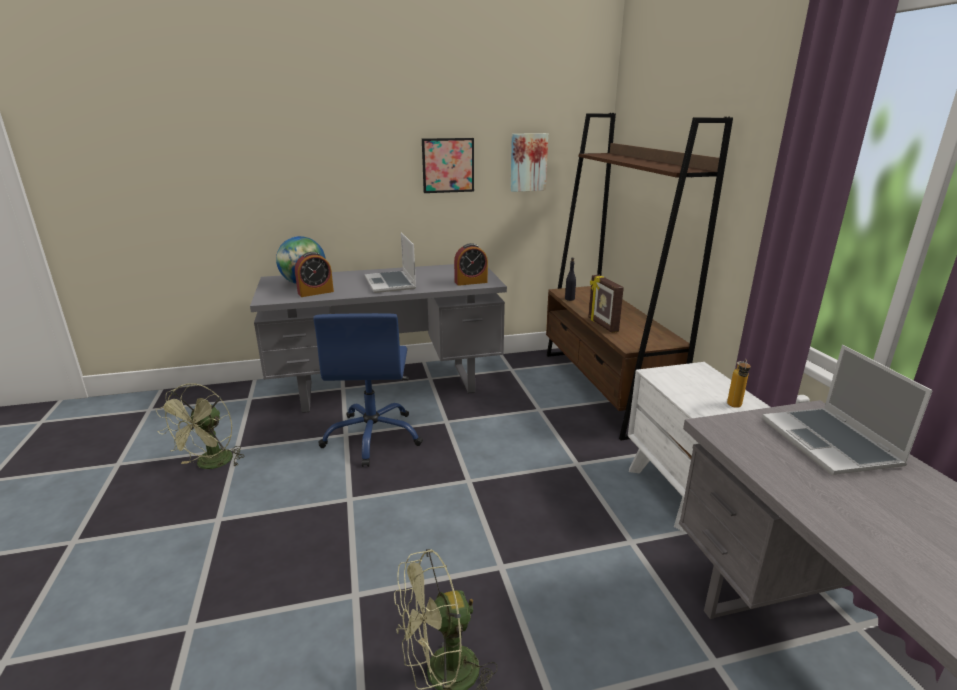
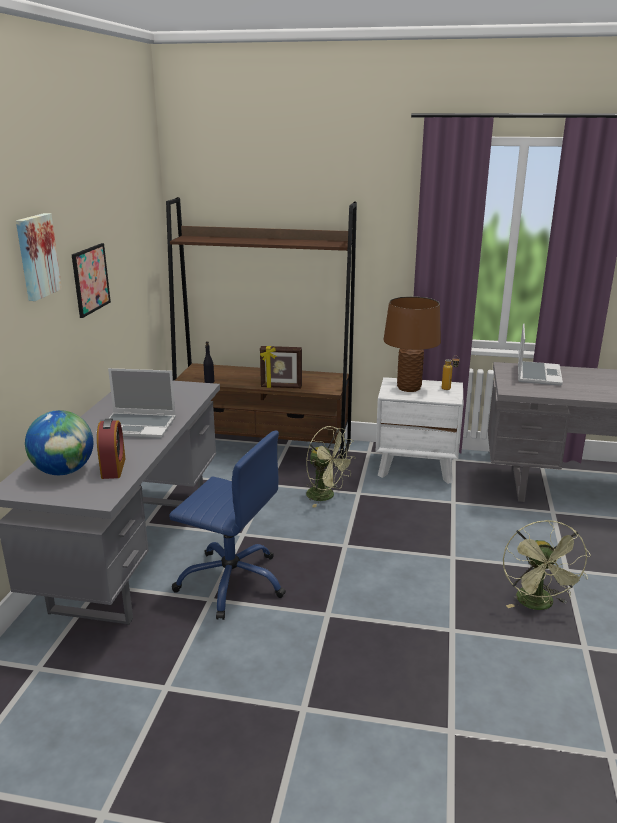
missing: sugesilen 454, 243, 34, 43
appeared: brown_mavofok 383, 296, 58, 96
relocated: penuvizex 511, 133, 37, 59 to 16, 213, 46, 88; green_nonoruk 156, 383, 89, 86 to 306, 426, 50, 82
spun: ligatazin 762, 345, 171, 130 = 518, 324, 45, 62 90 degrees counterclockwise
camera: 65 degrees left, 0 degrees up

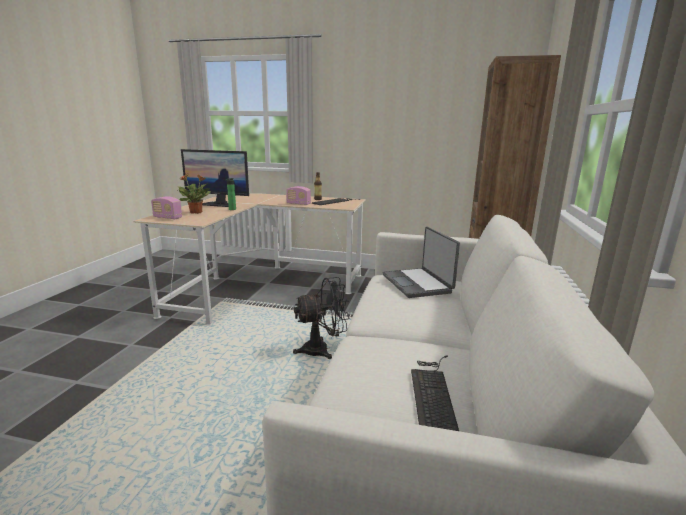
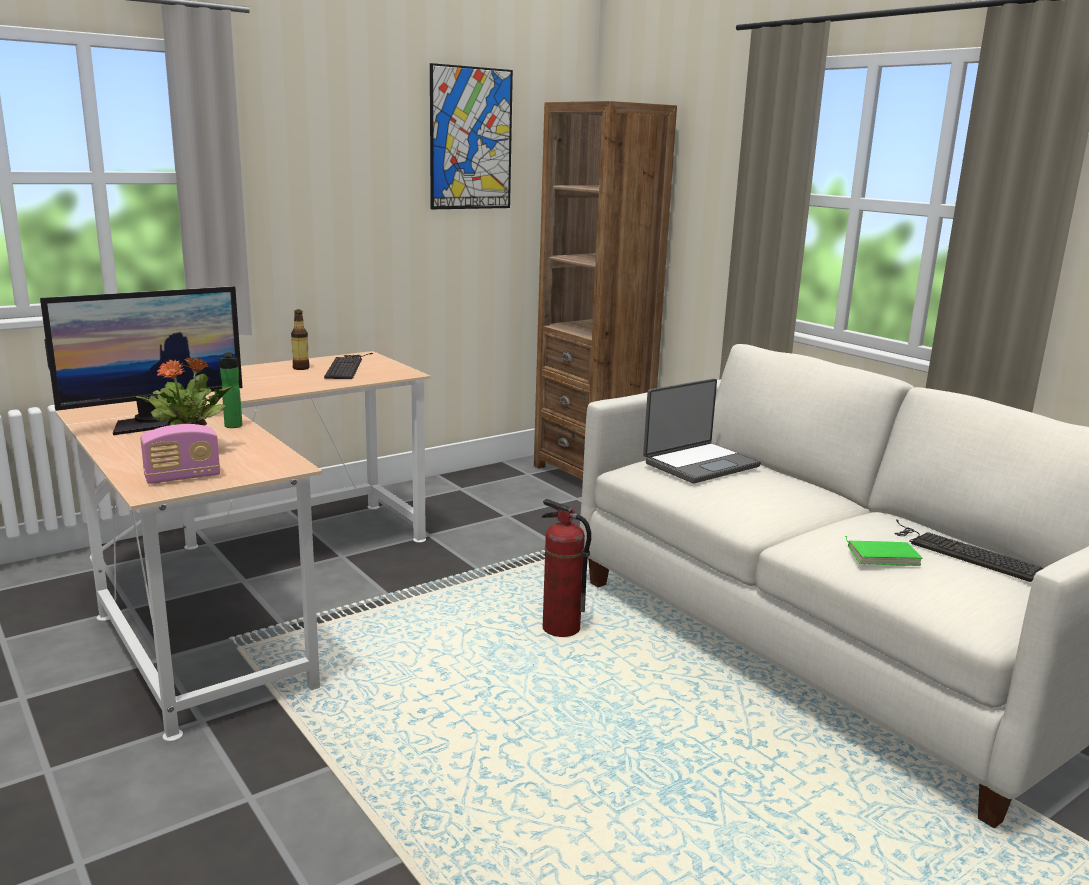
missing: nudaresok 286, 186, 25, 19
appeared: penuvizex 430, 63, 83, 146; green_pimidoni 846, 536, 77, 30
exchanged: black_nonoruk 293, 277, 56, 82 to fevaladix 541, 499, 50, 138
spun: ligatazin 383, 227, 77, 71 = 643, 378, 118, 105 60 degrees counterclockwise
camera: 50 degrees left, 0 degrees up

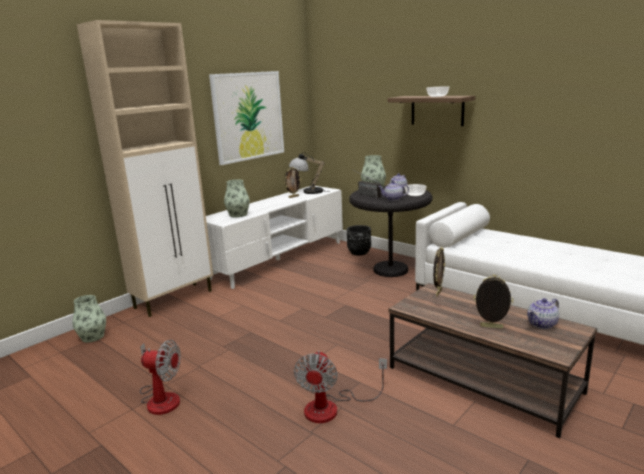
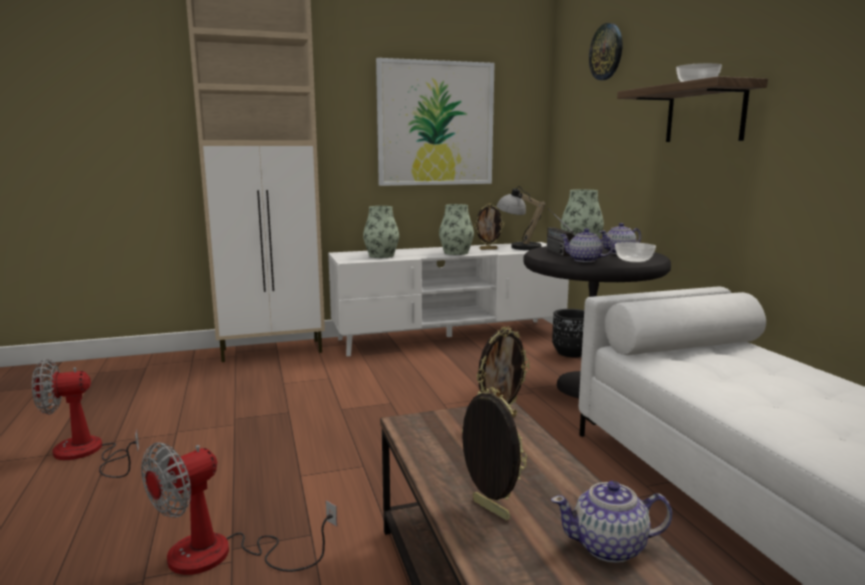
appeared: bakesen 589, 23, 33, 57
relocated: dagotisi 72, 295, 34, 47 to 439, 204, 35, 51
spun: nonoruk 140, 339, 41, 76 = 32, 359, 107, 119 120 degrees clockwise
camera: 30 degrees right, 5 degrees down

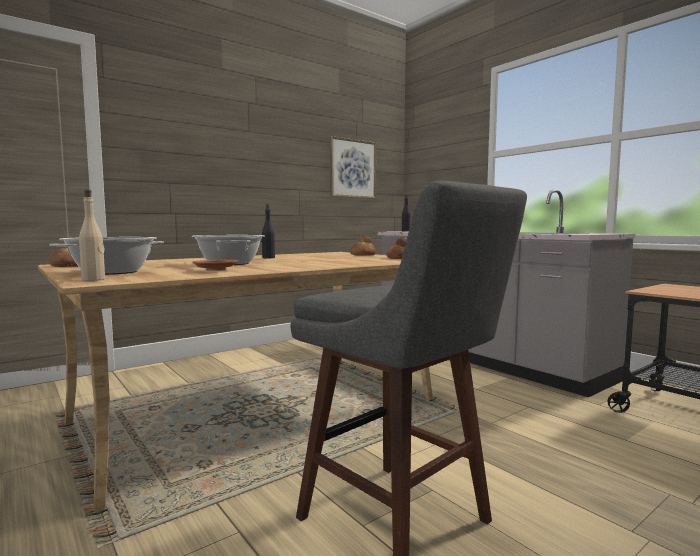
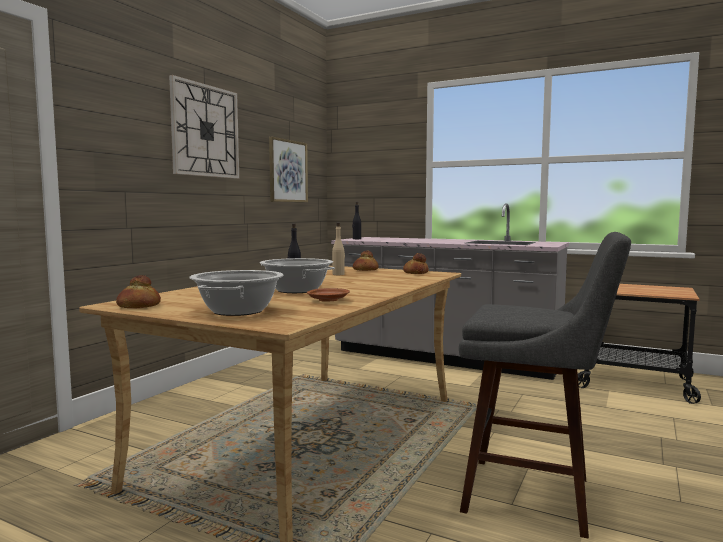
appeared: bakesen 169, 75, 70, 104
relocated: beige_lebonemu 79, 189, 26, 92 to 332, 222, 13, 53
camera: 25 degrees left, 0 degrees up

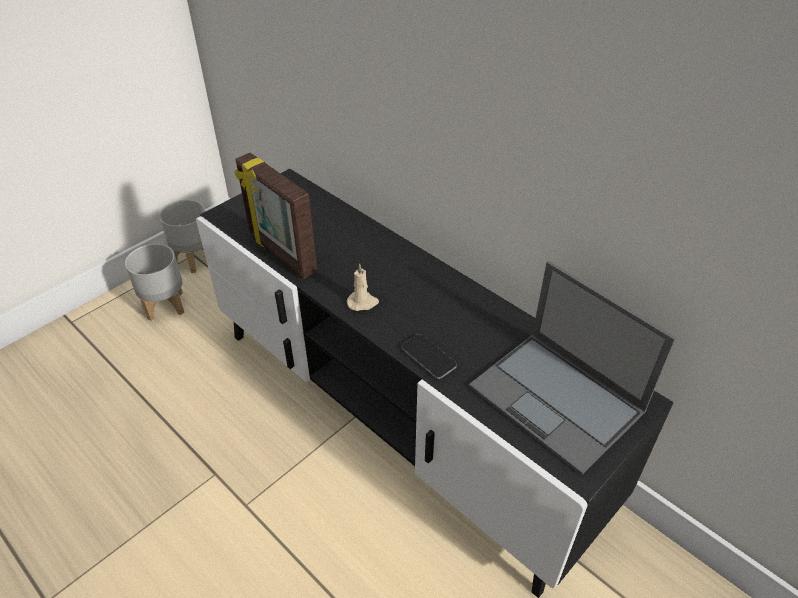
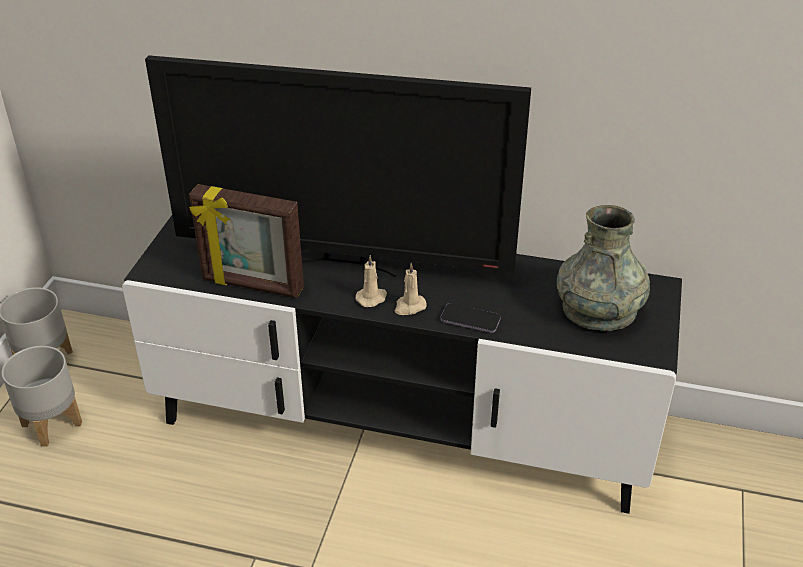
appeared: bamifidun 145, 55, 386, 222; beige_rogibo 395, 263, 32, 52
exchanged: ligatazin 469, 261, 207, 215 to grey_dagotisi 557, 205, 93, 126
camera: 30 degrees left, 5 degrees down

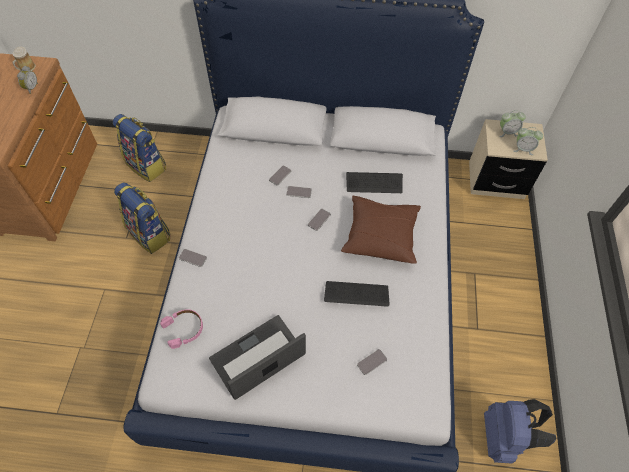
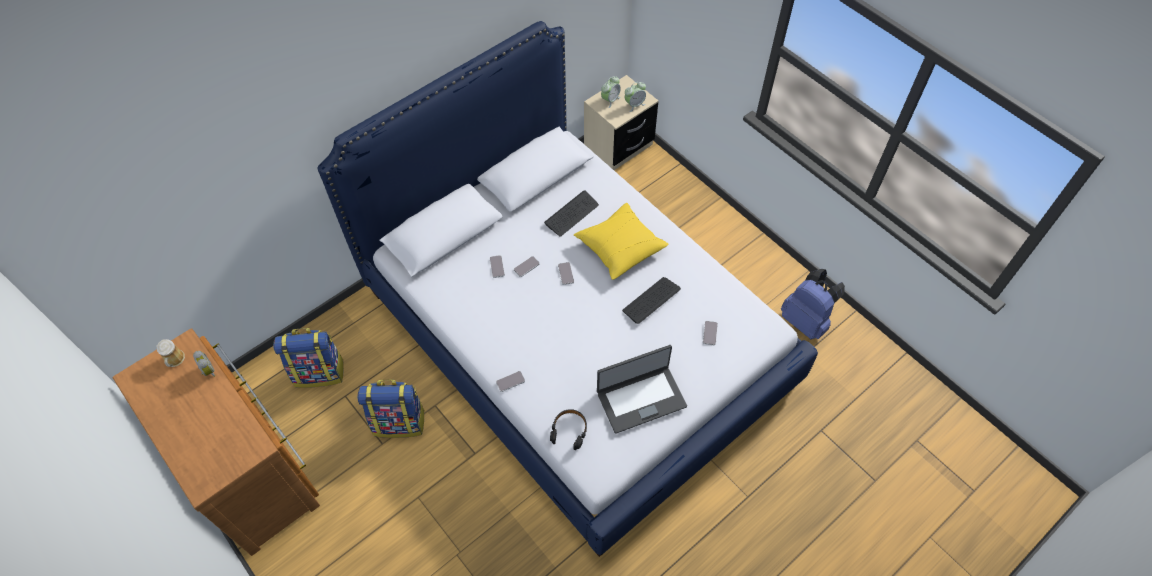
colour: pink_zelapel 160, 309, 43, 40 to black_zelapel 550, 409, 37, 41; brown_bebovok 341, 196, 80, 68 to yellow_bebovok 574, 203, 95, 77
spun: ligatazin 209, 315, 97, 85 = 597, 345, 90, 89 120 degrees counterclockwise
camera: 45 degrees left, 0 degrees up

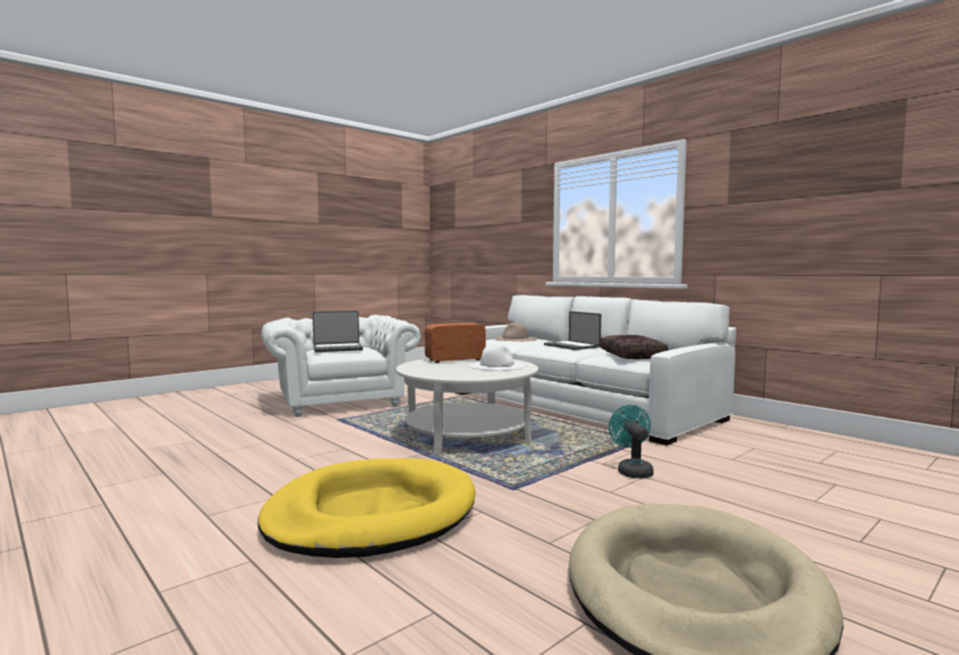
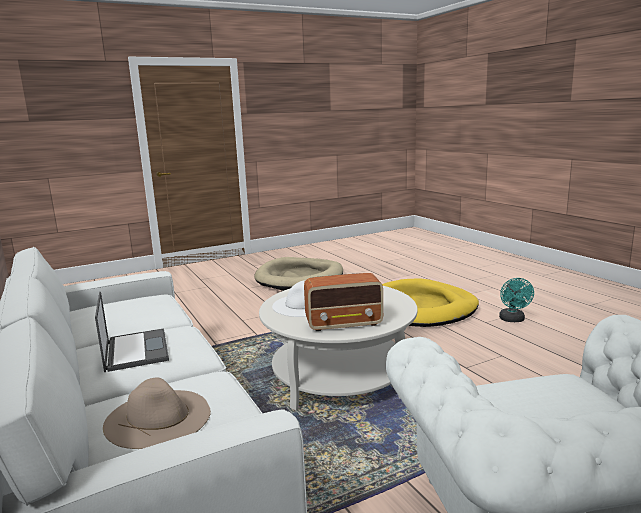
missing: ligatazin 313, 311, 50, 41; brown_bebovok 600, 335, 68, 24
relocated: turquoise_nonoruk 609, 405, 45, 73 to 499, 278, 35, 44
camera: 165 degrees left, 10 degrees up

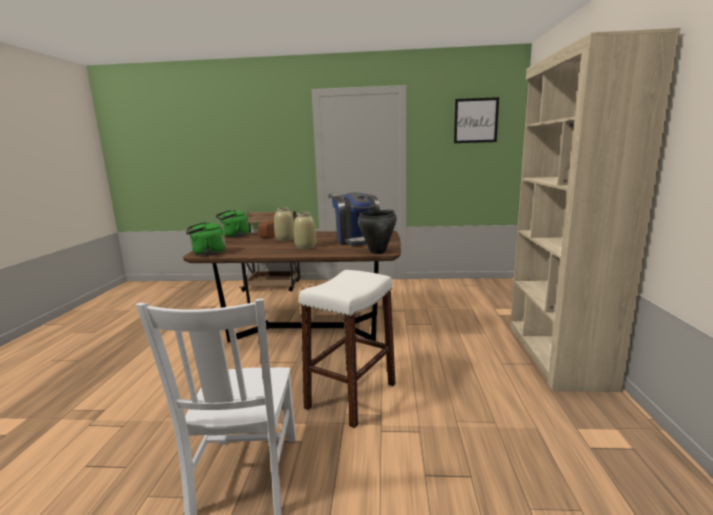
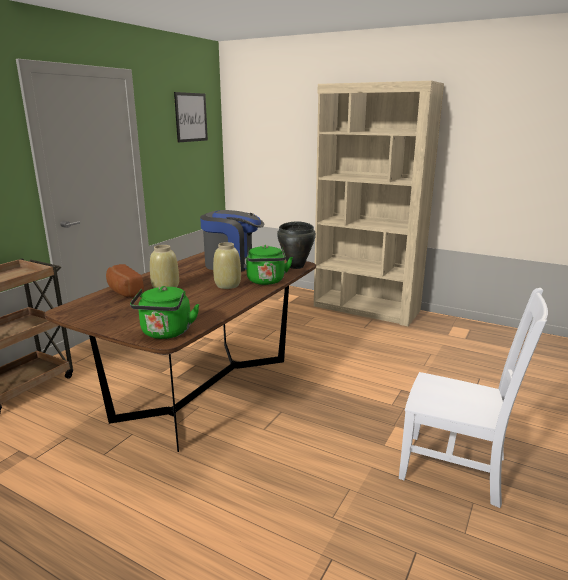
missing: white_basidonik 299, 270, 97, 158
relocated: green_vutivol 216, 210, 33, 28 to 246, 245, 47, 40
camera: 65 degrees left, 5 degrees up

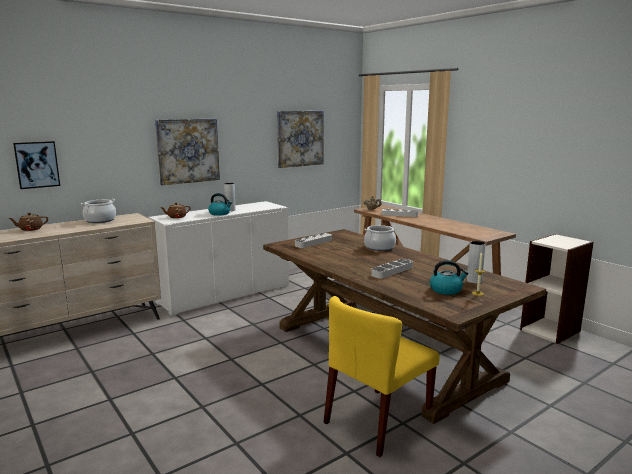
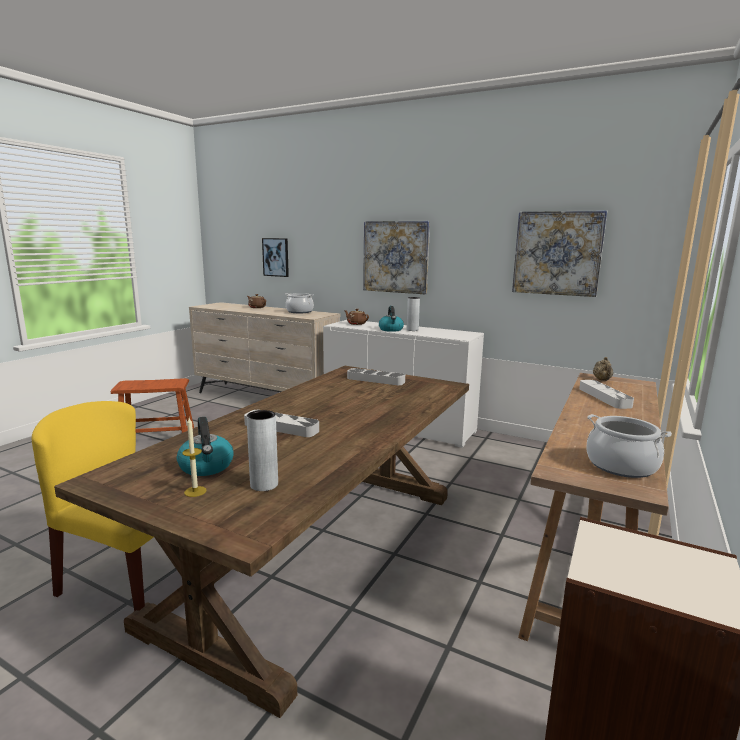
appeared: brown_basidonik 111, 378, 83, 55
relocated: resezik 364, 225, 32, 26 to 586, 414, 86, 64
camera: 65 degrees right, 0 degrees up

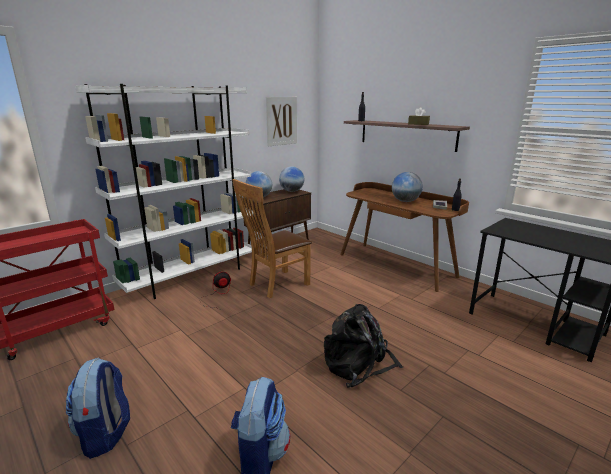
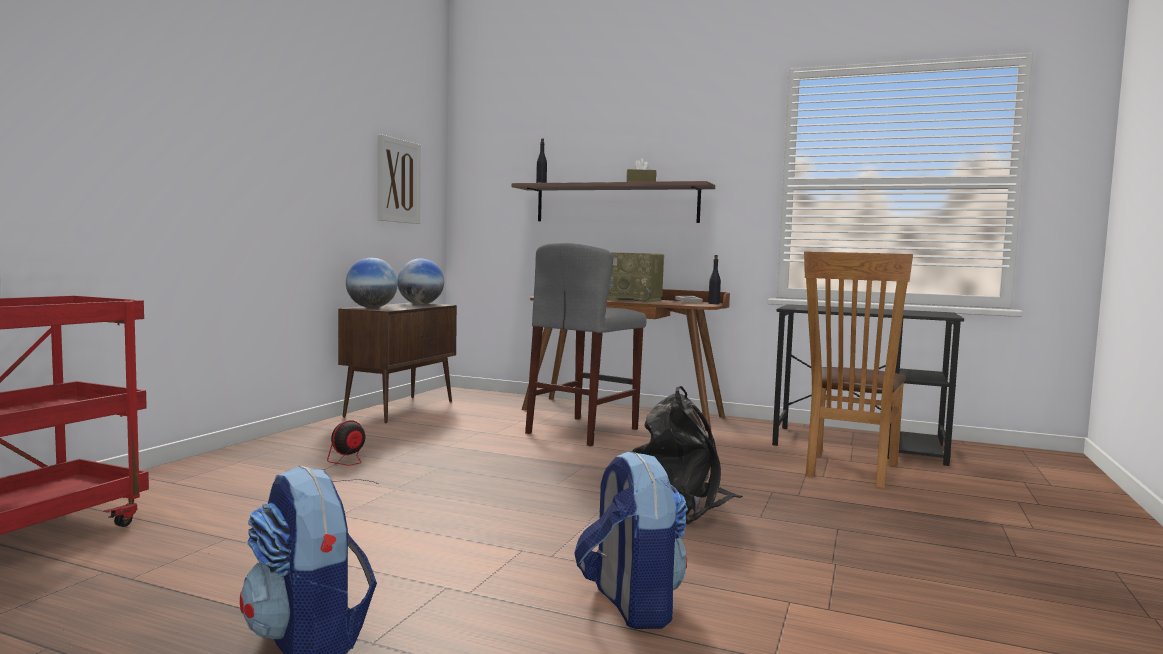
missing: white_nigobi 75, 84, 178, 215
appeared: grey_basidonik 525, 243, 122, 203
relocated: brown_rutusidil 232, 179, 80, 119 to 804, 252, 109, 236
exchanged: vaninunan 392, 172, 31, 30 to nudaresok 607, 252, 57, 51
camera: 25 degrees left, 15 degrees down

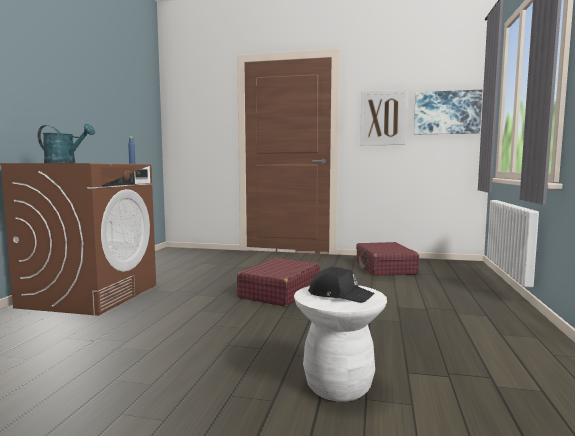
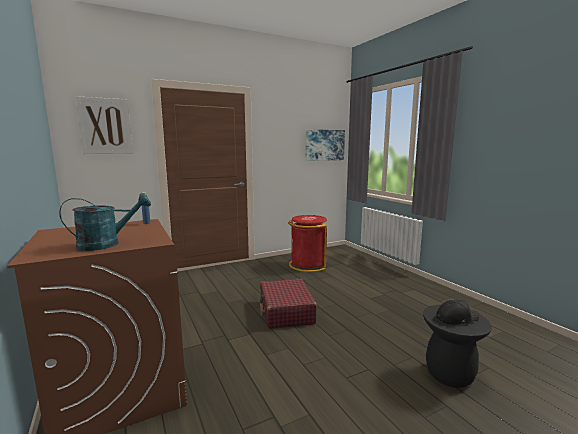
relocated: penuvizex 360, 90, 47, 55 to 76, 96, 57, 58
exchanged: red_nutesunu 356, 242, 63, 34 to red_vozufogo 288, 215, 39, 57
colour: white_basidonik 294, 285, 93, 117 to black_basidonik 423, 305, 69, 83
camera: 40 degrees left, 5 degrees up

